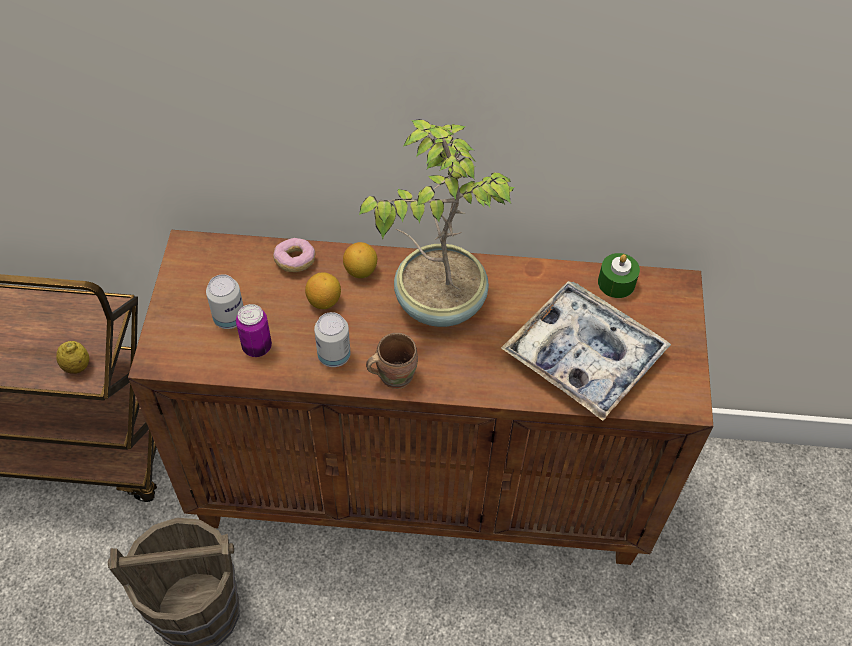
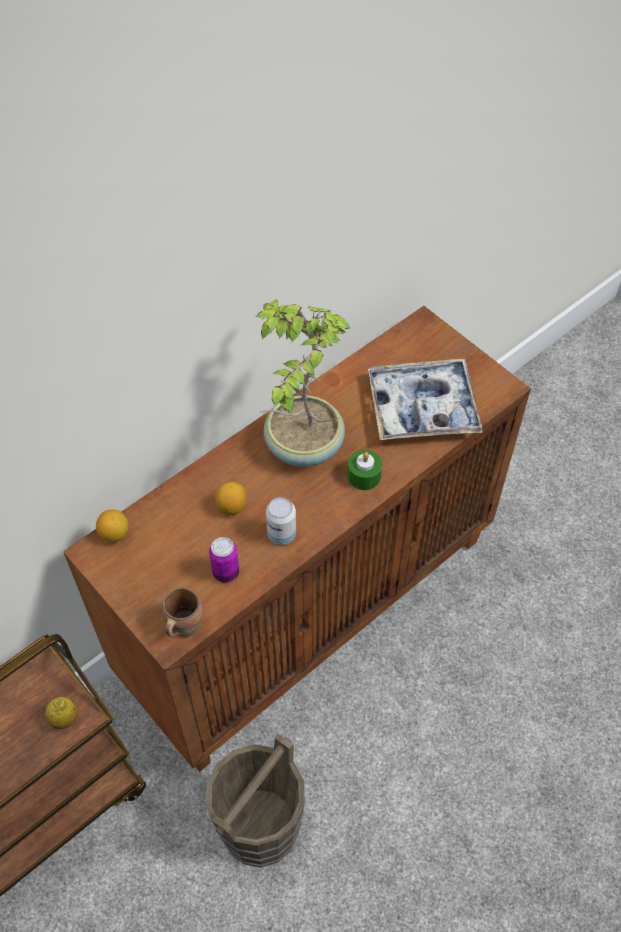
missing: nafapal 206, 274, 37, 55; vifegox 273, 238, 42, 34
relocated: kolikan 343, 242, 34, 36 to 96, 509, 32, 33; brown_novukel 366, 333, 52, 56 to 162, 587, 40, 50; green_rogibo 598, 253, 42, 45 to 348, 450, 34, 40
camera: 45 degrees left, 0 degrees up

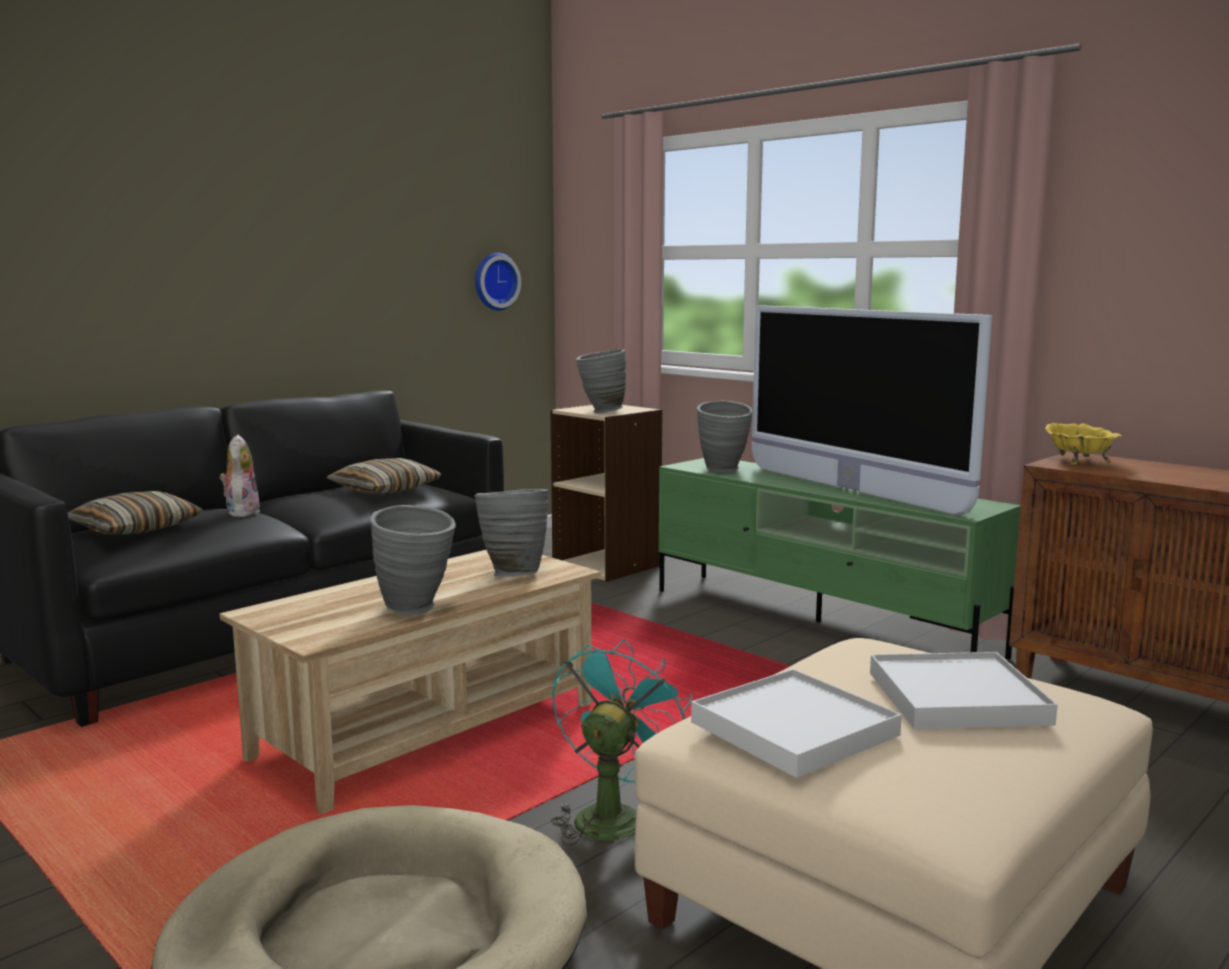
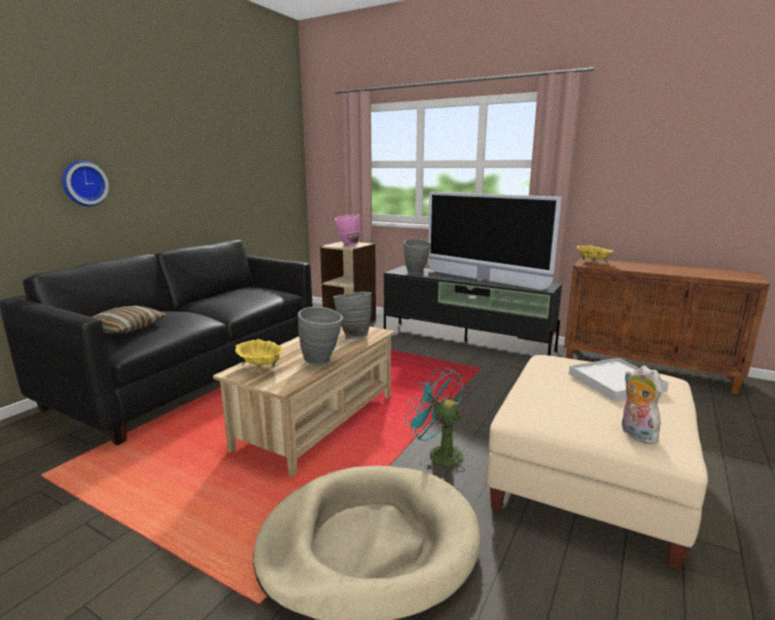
missing: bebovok 327, 458, 115, 36; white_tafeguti 691, 669, 211, 109
appeared: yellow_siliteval 235, 339, 49, 35
relocated: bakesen 475, 253, 46, 57 to 62, 160, 47, 46; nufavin 220, 435, 40, 82 to 622, 366, 41, 78
colour: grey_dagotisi 576, 349, 50, 64 to pink_dagotisi 334, 214, 26, 33; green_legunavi 659, 458, 362, 201 to black_legunavi 384, 266, 178, 90
spun: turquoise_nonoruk 551, 639, 141, 206 = 405, 368, 60, 105 60 degrees counterclockwise
camera: 15 degrees left, 5 degrees up

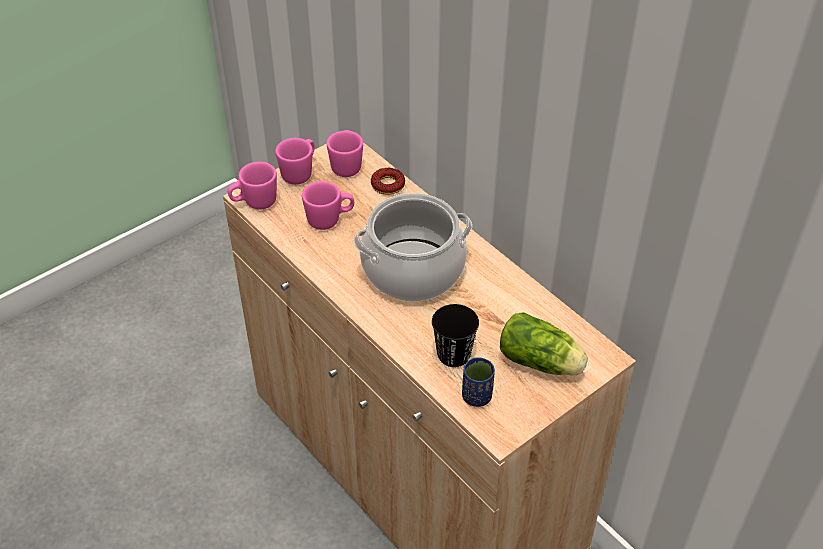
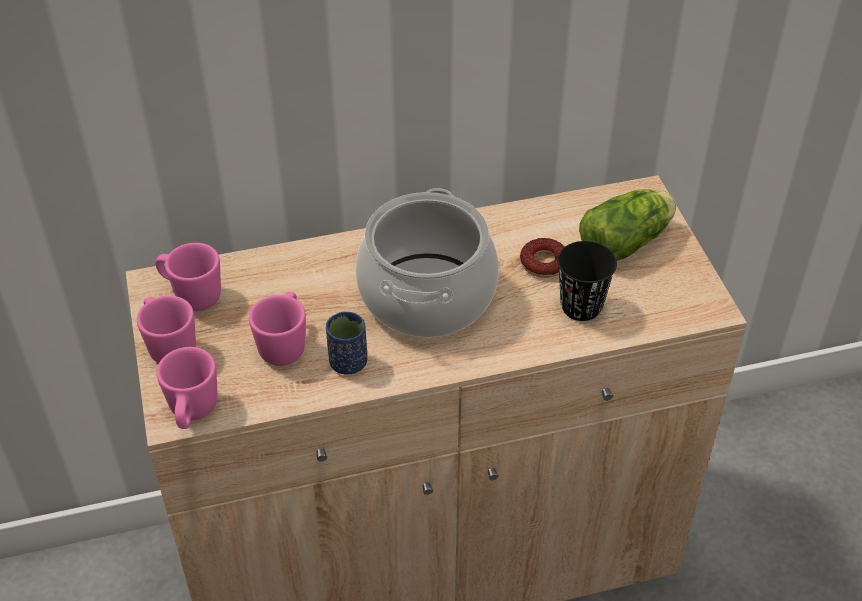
relocated: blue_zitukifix 462, 357, 33, 50 to 326, 312, 41, 63; vifegox 371, 168, 34, 27 to 520, 238, 45, 40
camera: 65 degrees left, 0 degrees up

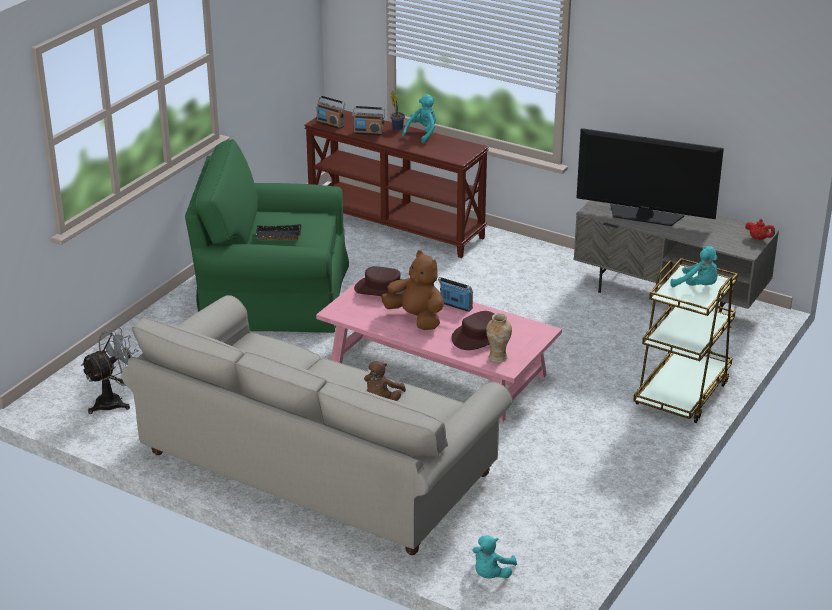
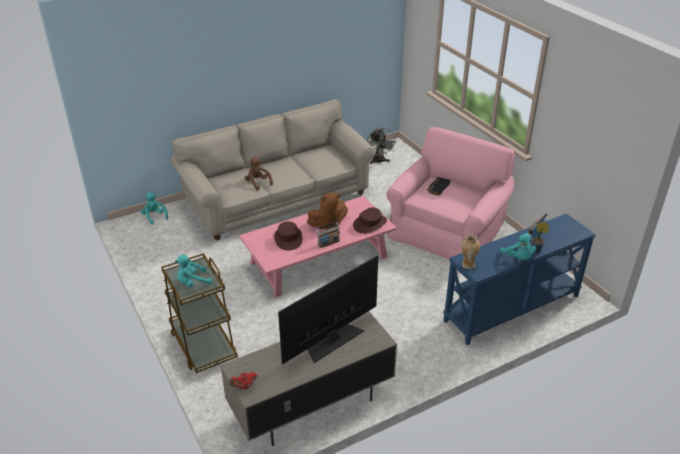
missing: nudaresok 317, 95, 29, 34
relocated: dagotisi 486, 313, 26, 50 to 461, 234, 19, 35
colour: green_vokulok 185, 139, 164, 194 to pink_vokulok 386, 127, 129, 133; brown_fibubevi 304, 110, 185, 148 to blue_fibubevi 443, 214, 153, 131
camera: 120 degrees right, 5 degrees up

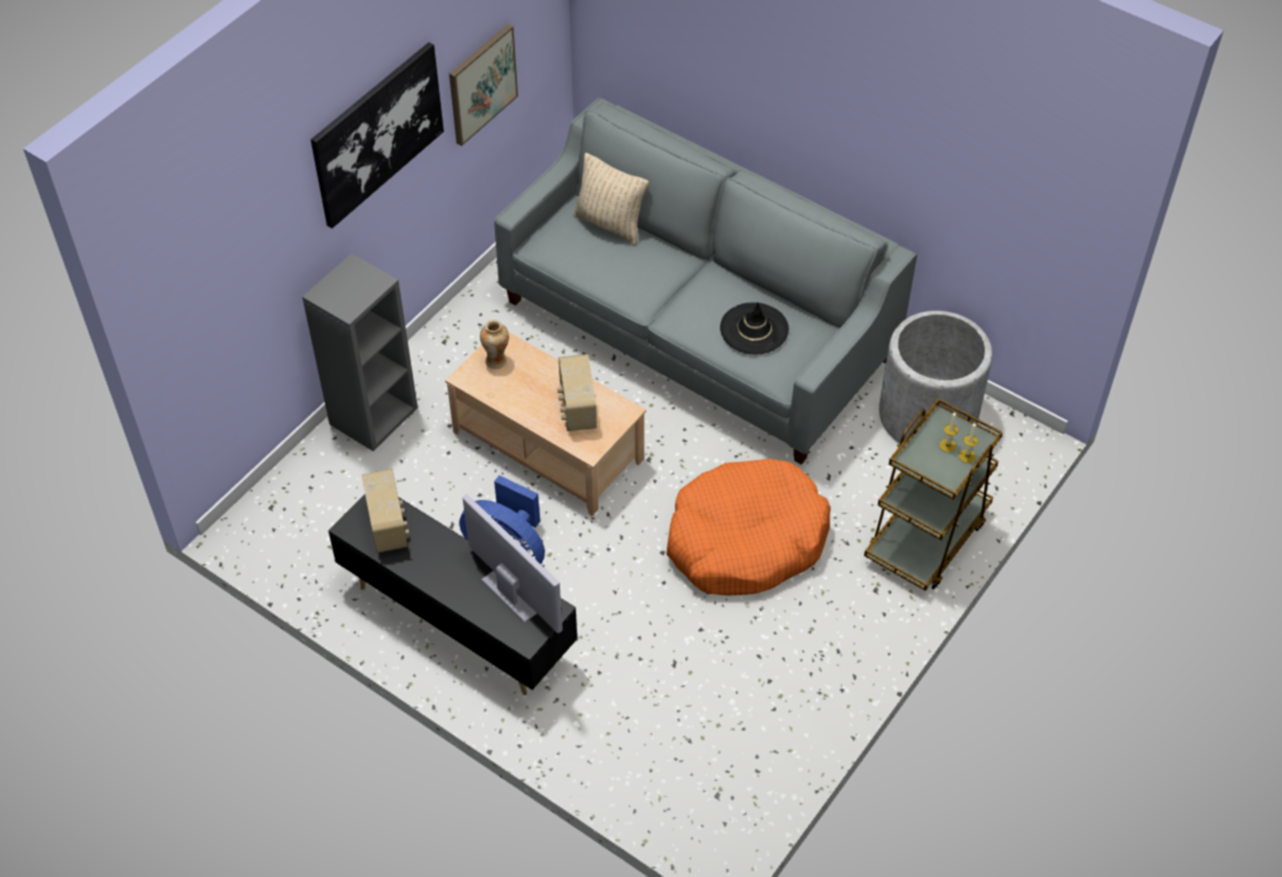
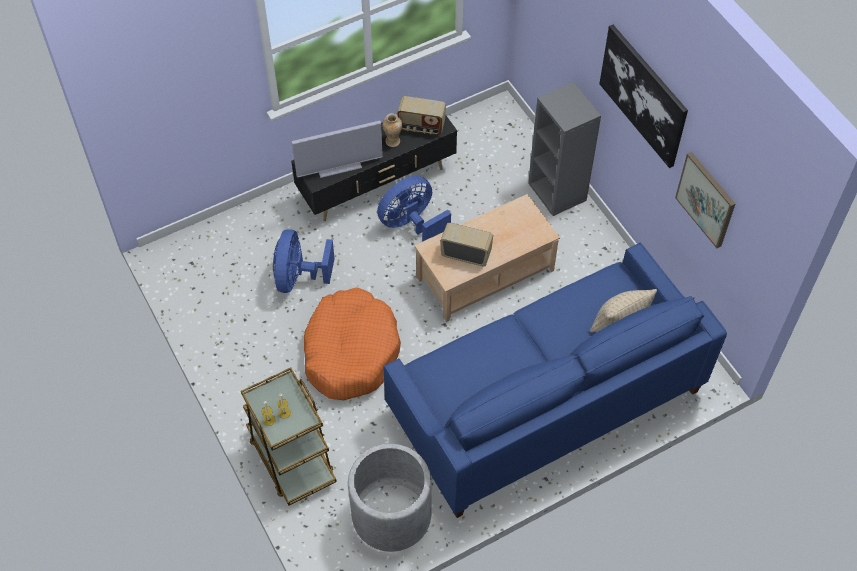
missing: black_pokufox 720, 302, 69, 52
appeared: blue_nonoruk 273, 229, 62, 64
relocated: dagotisi 480, 319, 29, 50 to 382, 113, 20, 34
colour: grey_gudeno 494, 98, 423, 367 to blue_gudeno 383, 243, 344, 275
camera: 115 degrees right, 5 degrees up

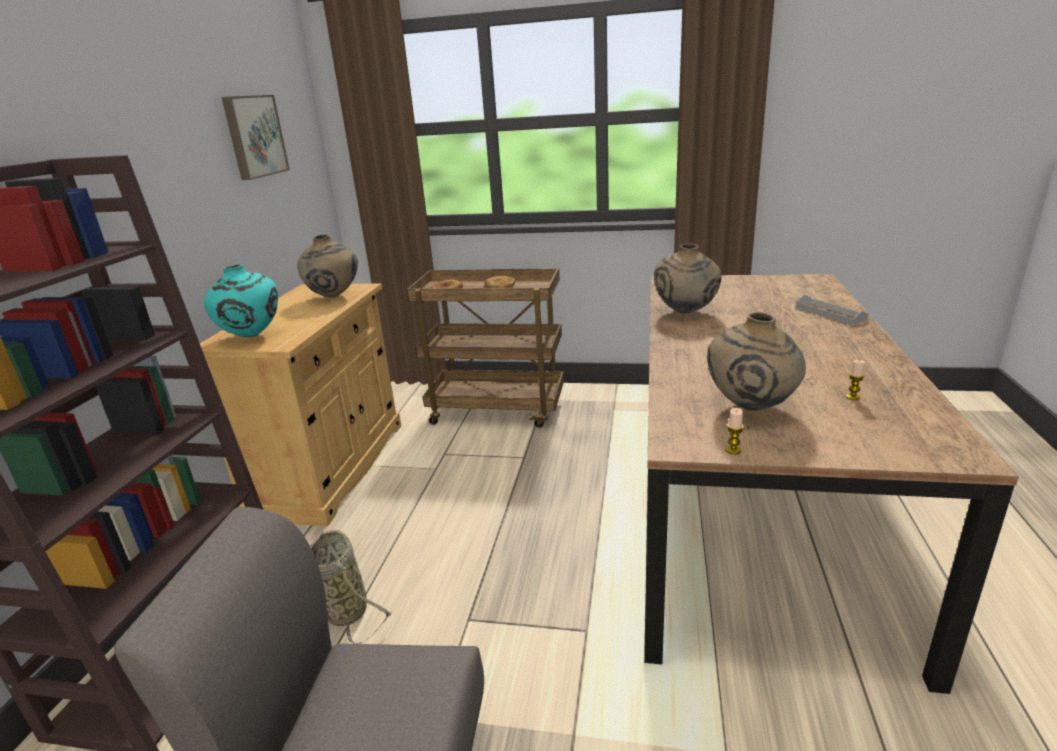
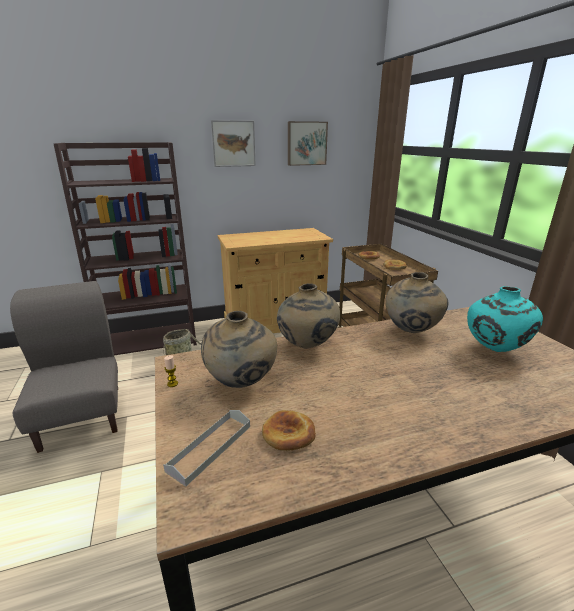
appeared: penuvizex 211, 120, 45, 47
relocated: grey_tafeguti 796, 295, 73, 30 to 163, 410, 87, 77; beige_dagotisi 297, 234, 61, 63 to 277, 283, 63, 66; turquoise_dagotisi 204, 264, 74, 73 to 467, 286, 76, 66
exchanged: rogibo 846, 360, 19, 40 to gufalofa 262, 410, 54, 41
camera: 60 degrees right, 0 degrees up

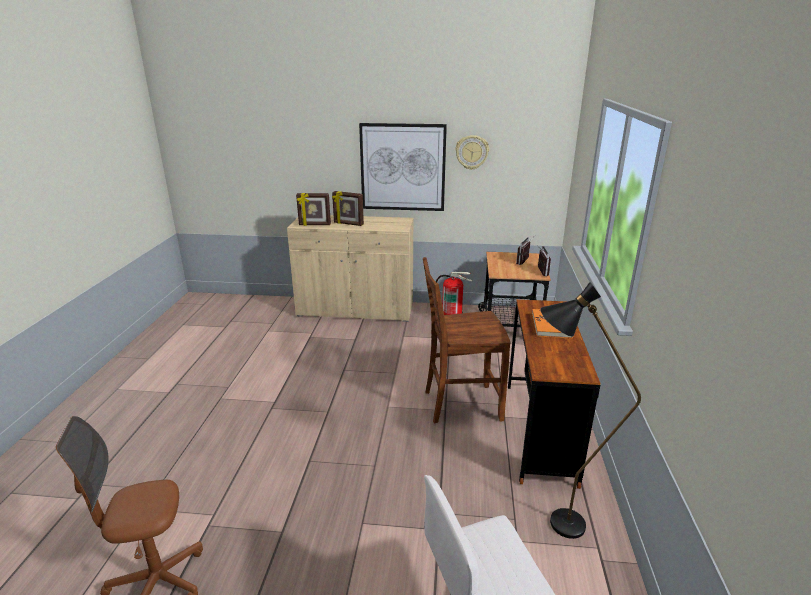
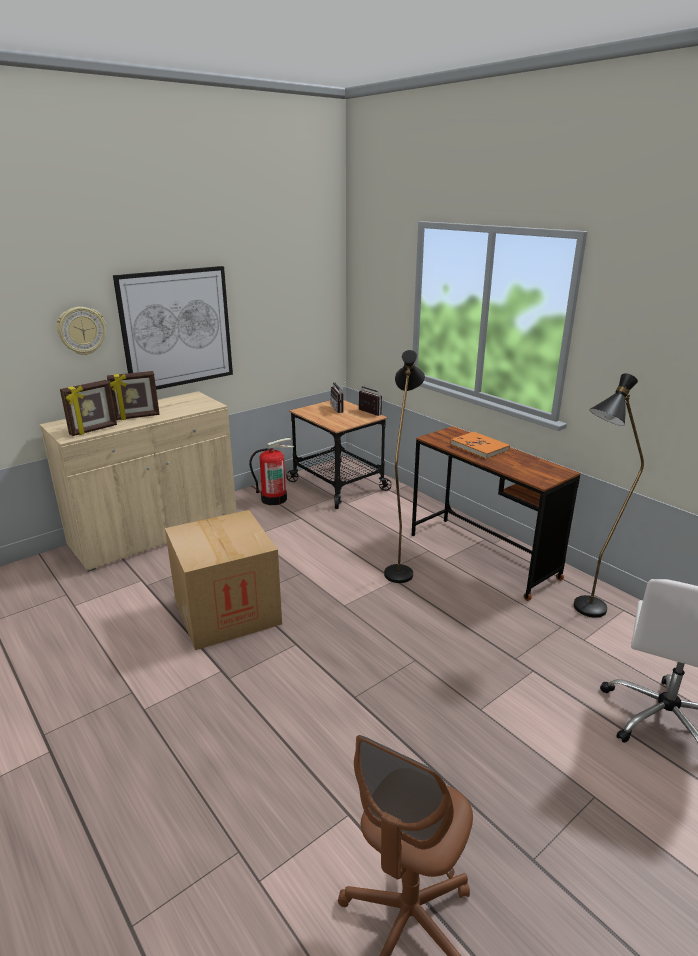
appeared: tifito 165, 510, 117, 140
relocated: bakesen 455, 135, 34, 35 to 56, 307, 50, 48
exchanged: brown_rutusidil 423, 257, 87, 167 to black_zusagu 384, 350, 41, 233
camera: 45 degrees left, 0 degrees up

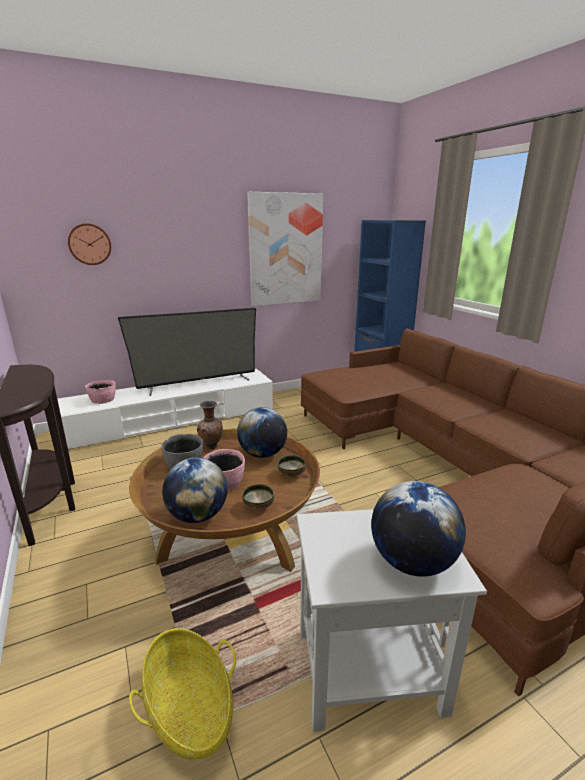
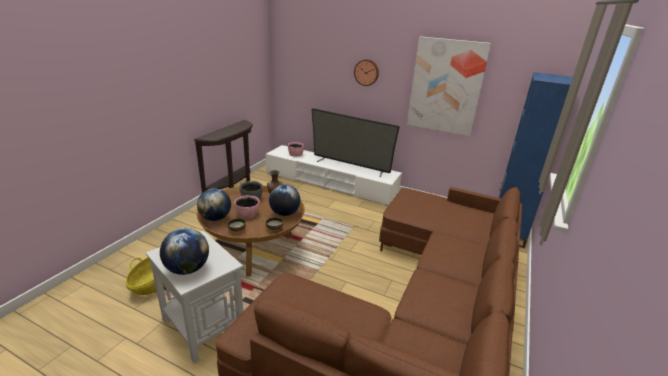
relocated: bakesen 68, 223, 43, 42 to 354, 59, 25, 27
camera: 50 degrees right, 5 degrees up

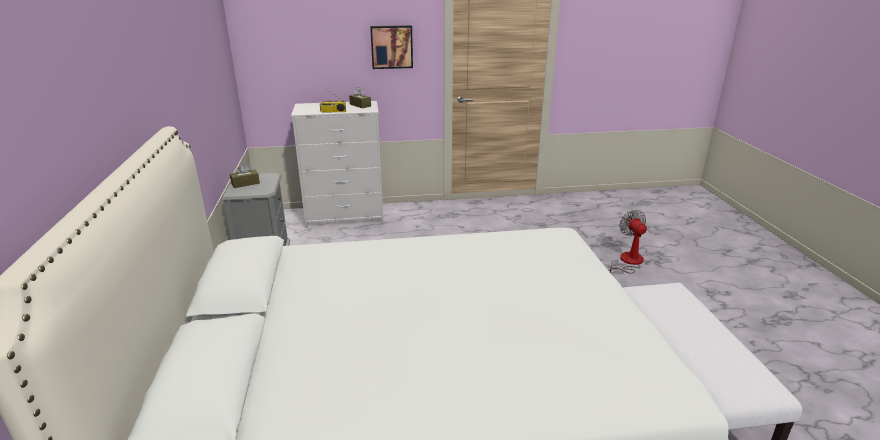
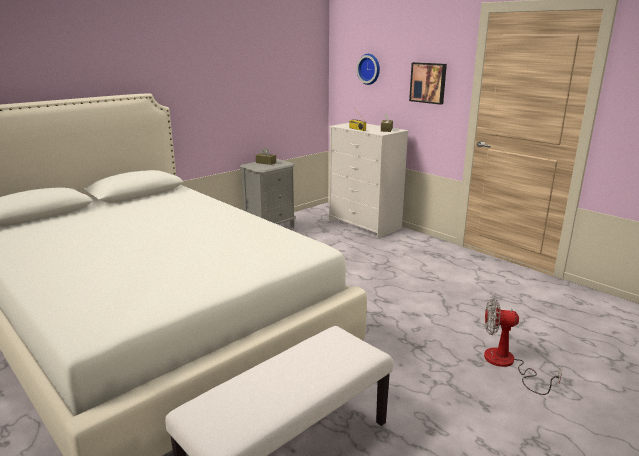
appeared: bakesen 356, 54, 24, 31
spun: nonoruk 609, 210, 38, 64 = 484, 299, 78, 96 120 degrees counterclockwise
camera: 55 degrees right, 5 degrees down

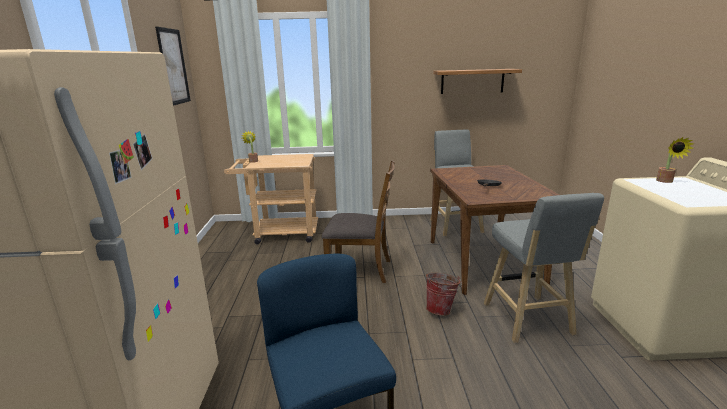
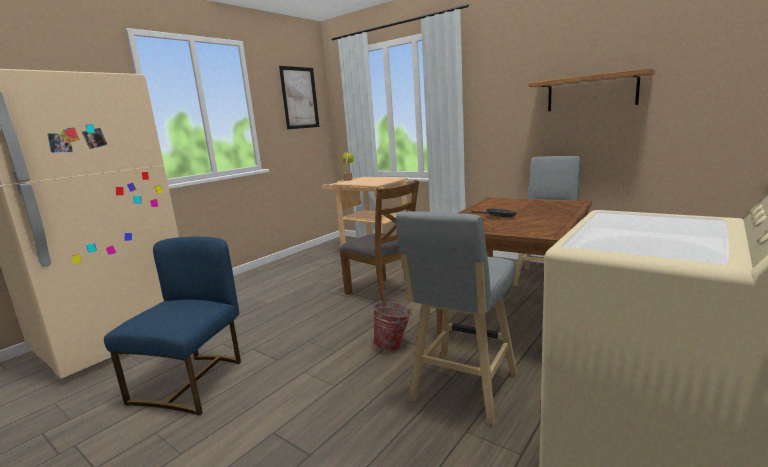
missing: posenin 656, 137, 38, 46
camera: 40 degrees right, 5 degrees down

